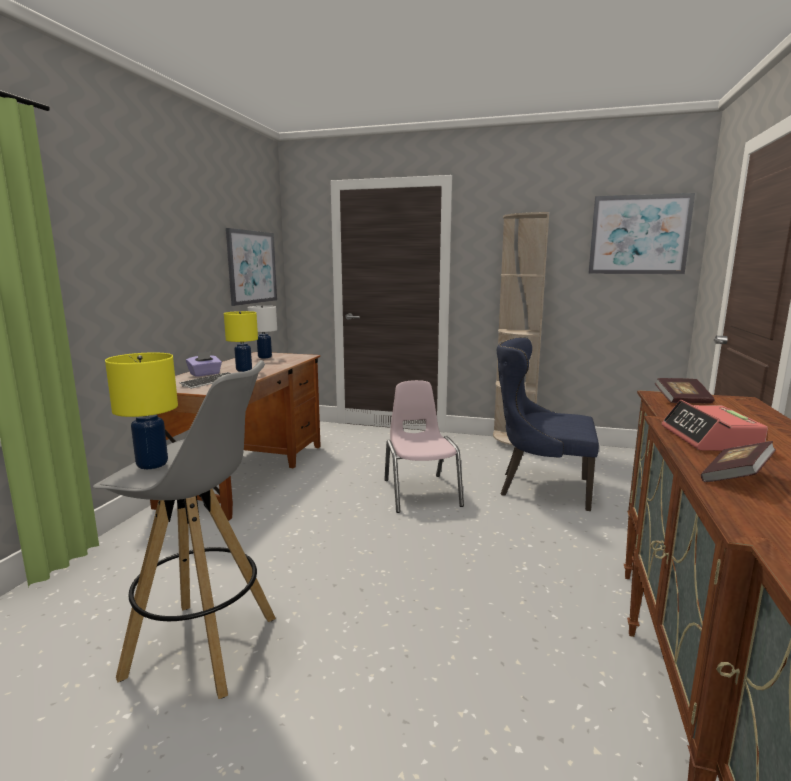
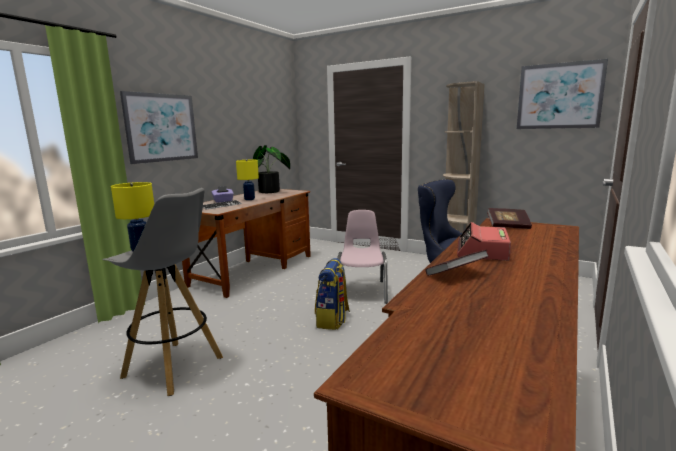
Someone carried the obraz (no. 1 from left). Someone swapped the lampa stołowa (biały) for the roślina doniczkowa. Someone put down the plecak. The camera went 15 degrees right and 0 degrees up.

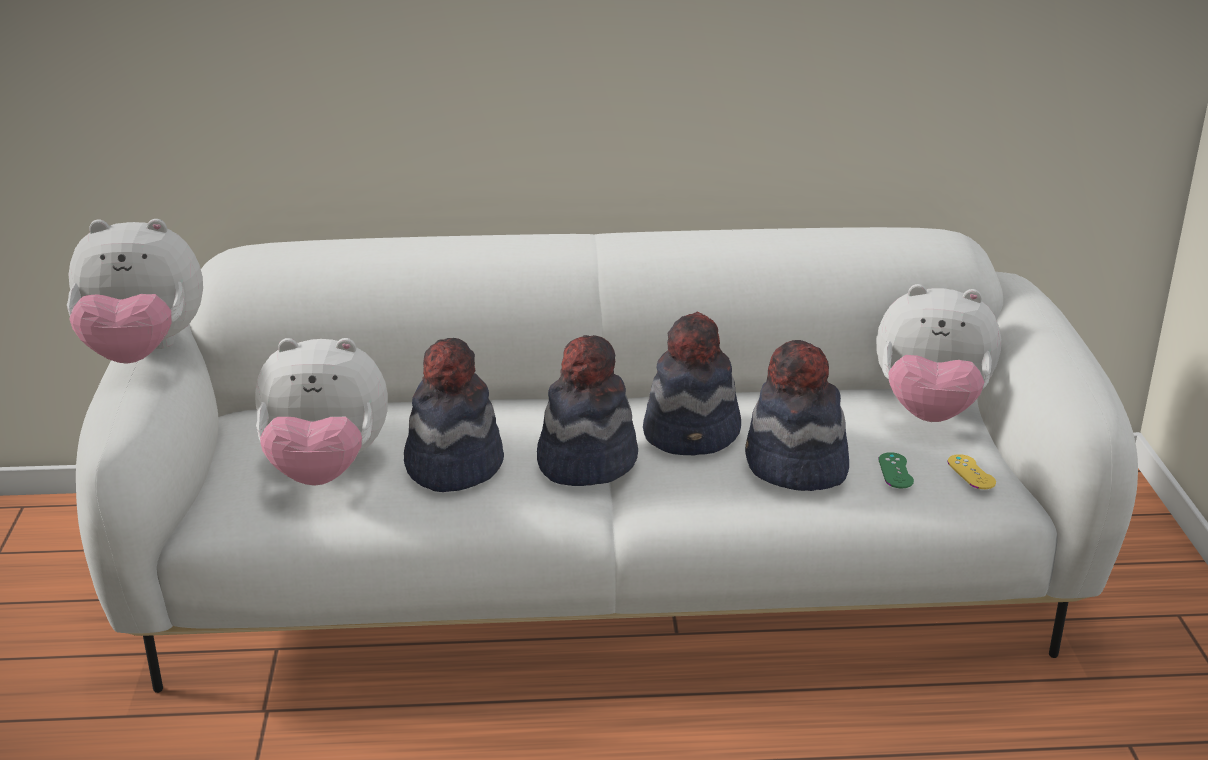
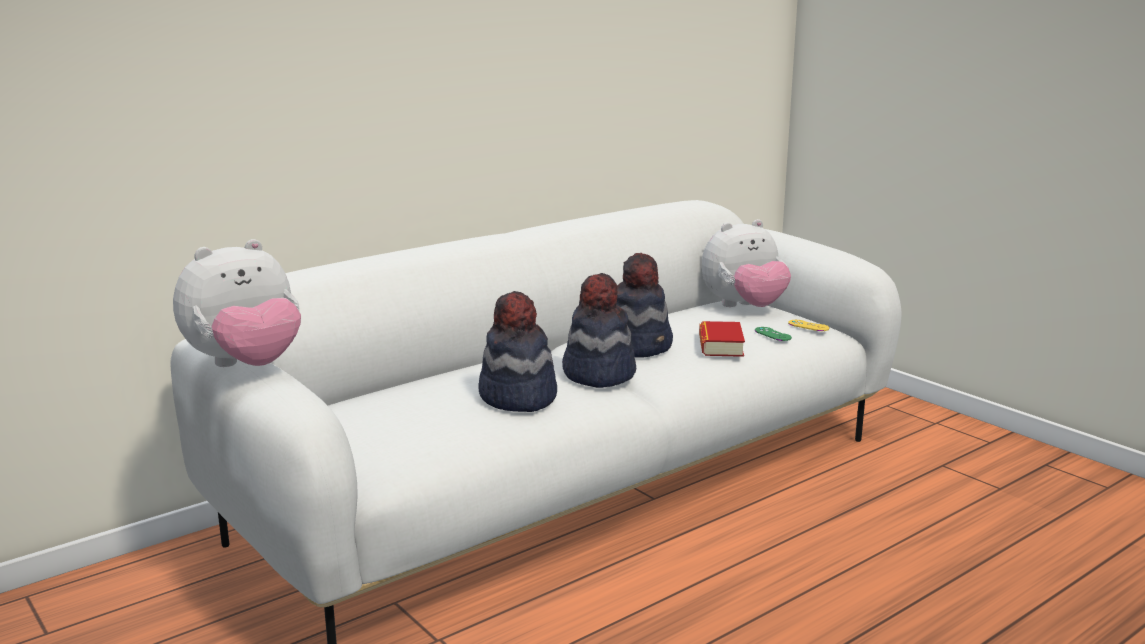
Someone swapped the kapelusz (no. 4 from left) for the książka. Someone took away the pluszak (no. 2 from left). The camera went 35 degrees left and 10 degrees down.

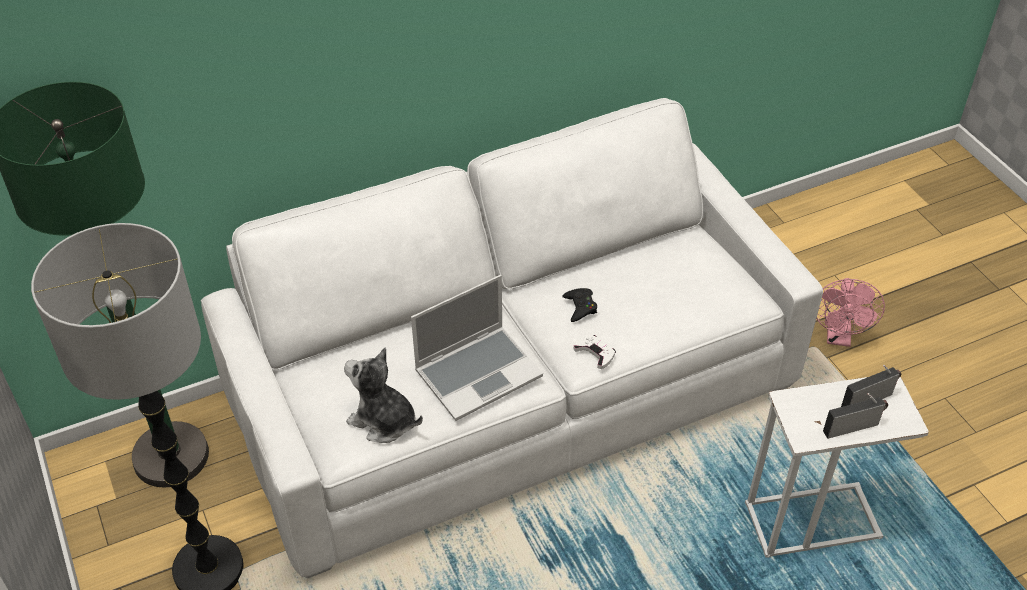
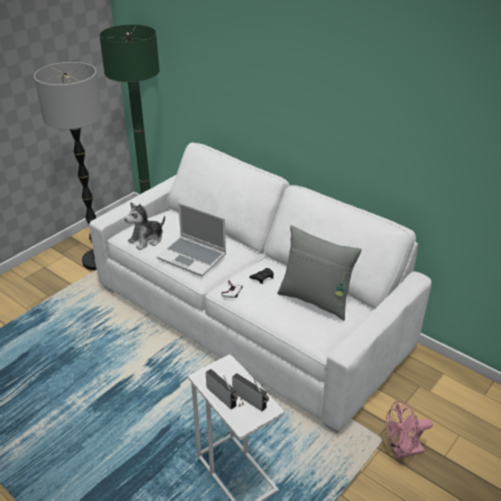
Someone rotated the pluszak by 135 degrees counterclockwise. Someone put down the poduszka (szary). The camera went 65 degrees right and 10 degrees down.

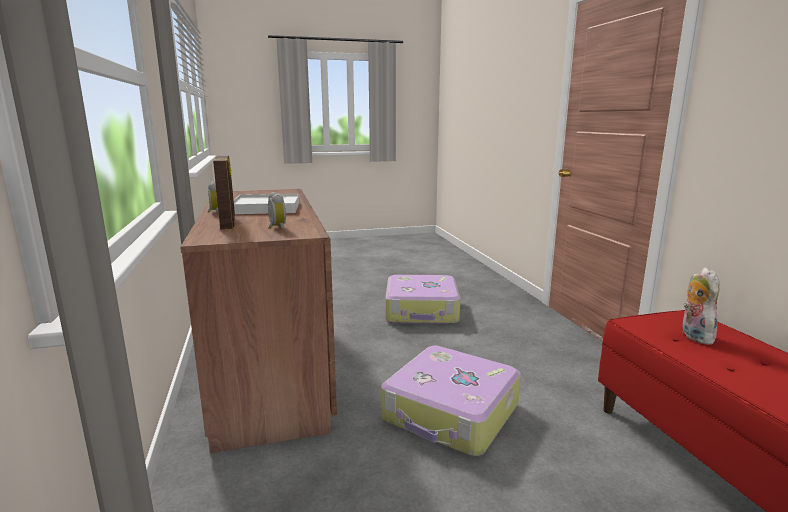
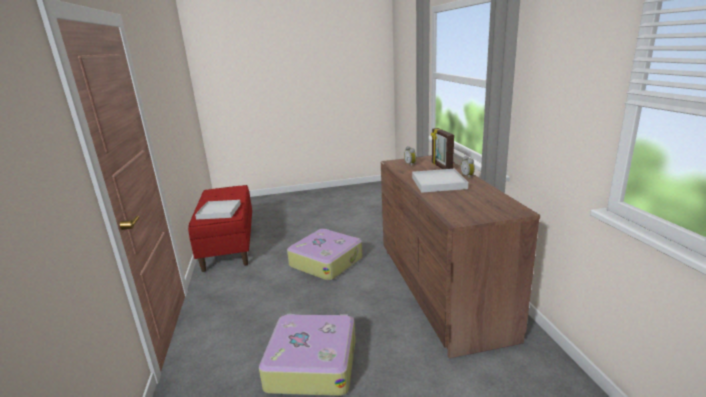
Someone swapped the pluszak for the taca (biały) (no. 1 from left). The camera went 175 degrees left and 5 degrees up.

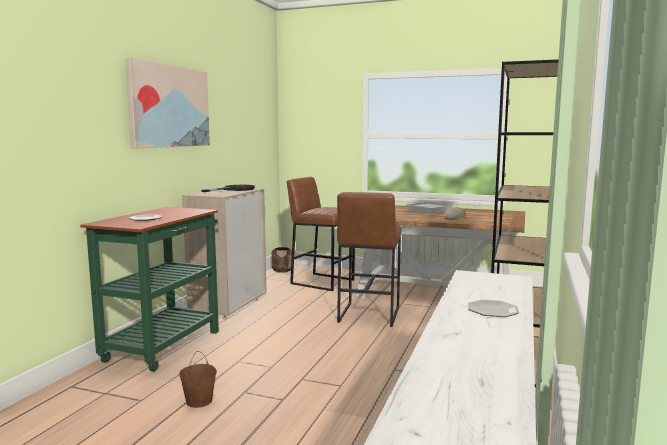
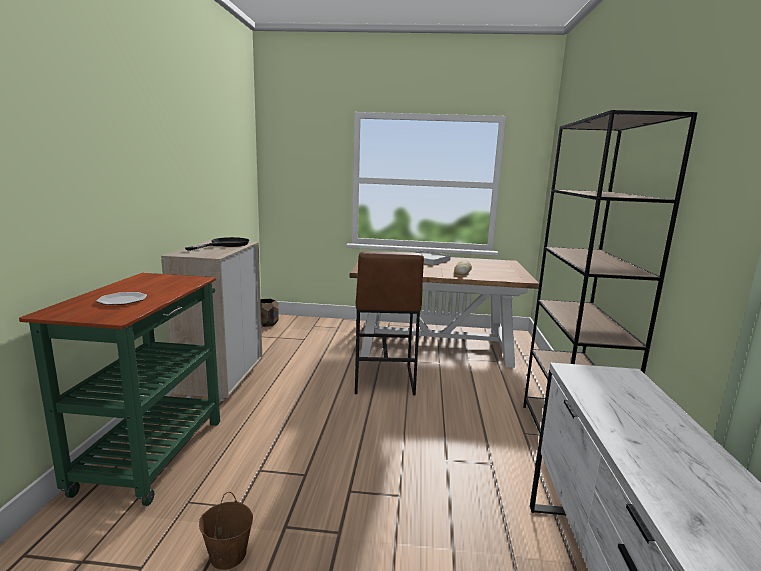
Someone took away the obraz. Someone took away the stołek (brązowy) (no. 1 from left). Someone took away the talerz (no. 2 from left). The camera went 15 degrees left and 5 degrees up.

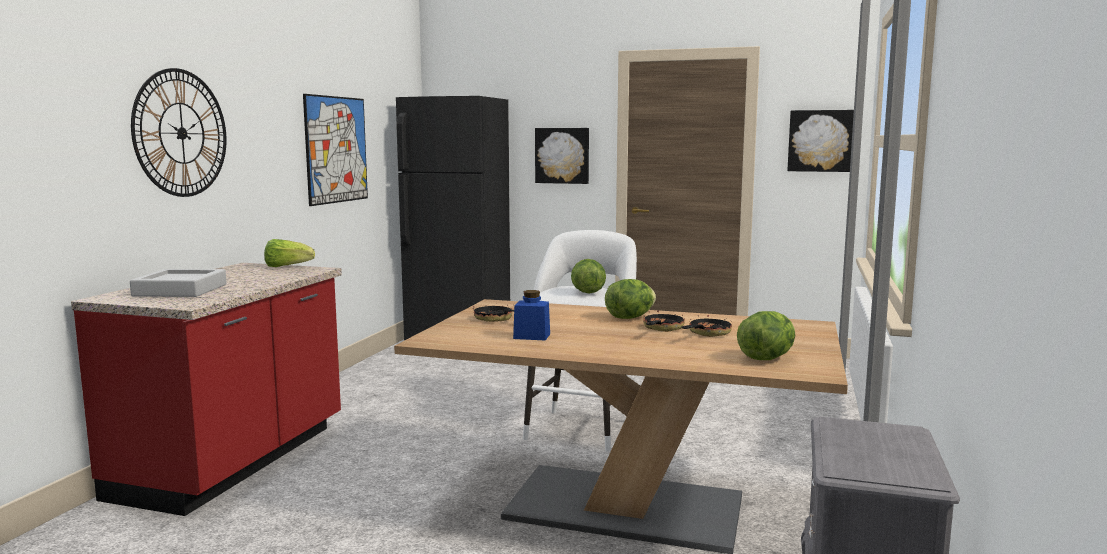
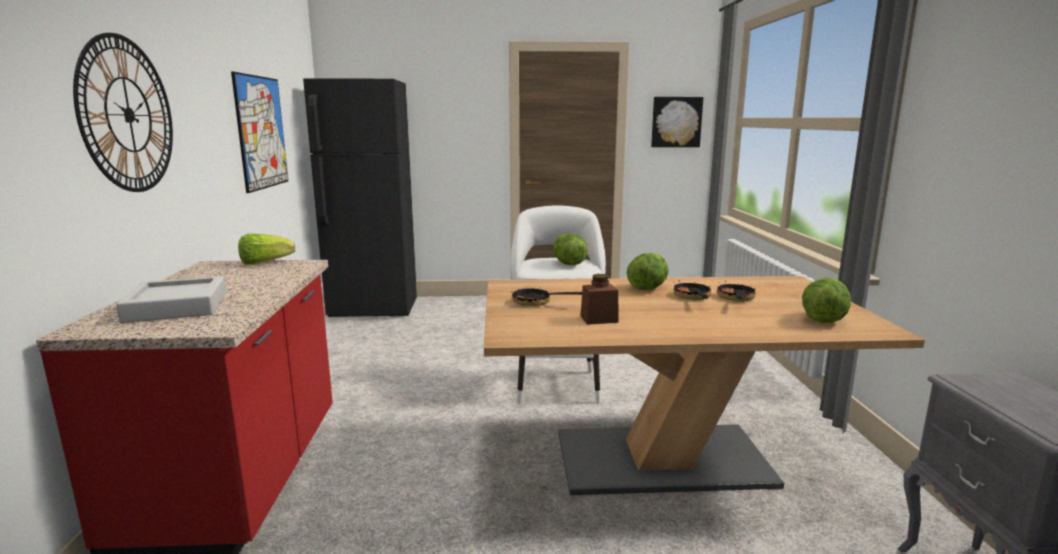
Someone repainted the słoik (niebieski), which became the słoik (brązowy). Someone took away the obraz (no. 2 from left). The camera went 20 degrees left and 5 degrees up.

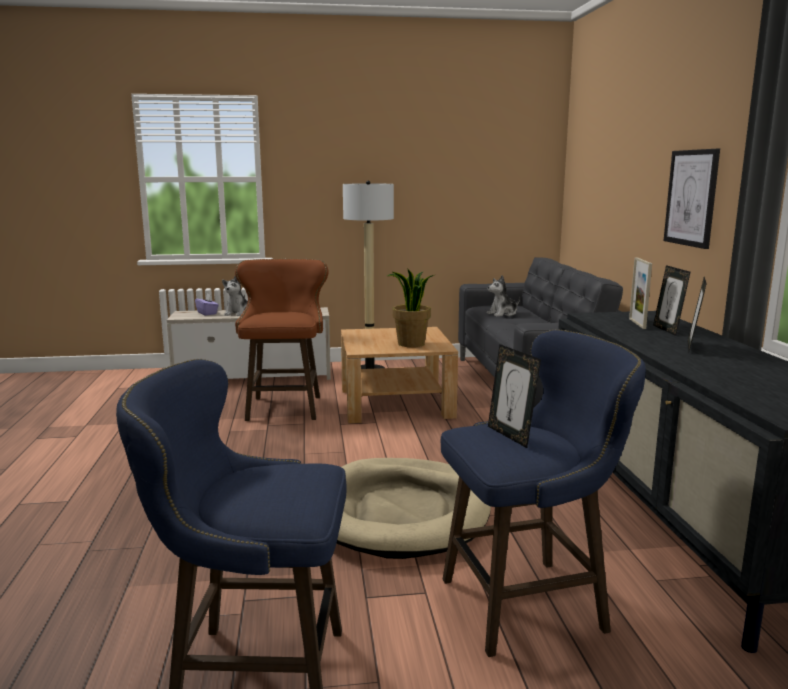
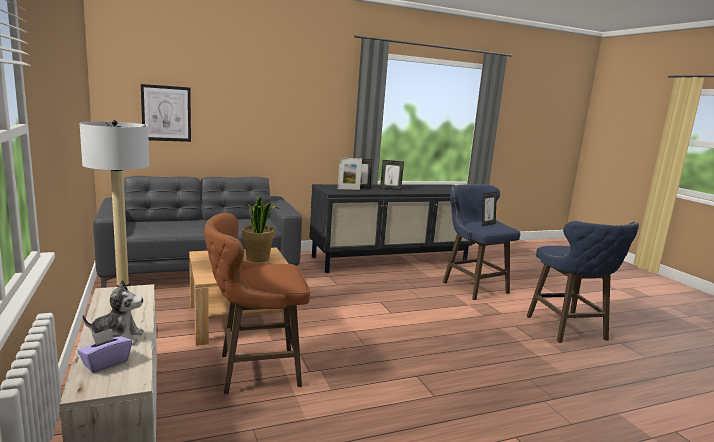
Someone carried the obraz. Someone took away the legowisko (beżowy). Someone took away the pluszak (no. 2 from left). The camera went 105 degrees left and 0 degrees up.

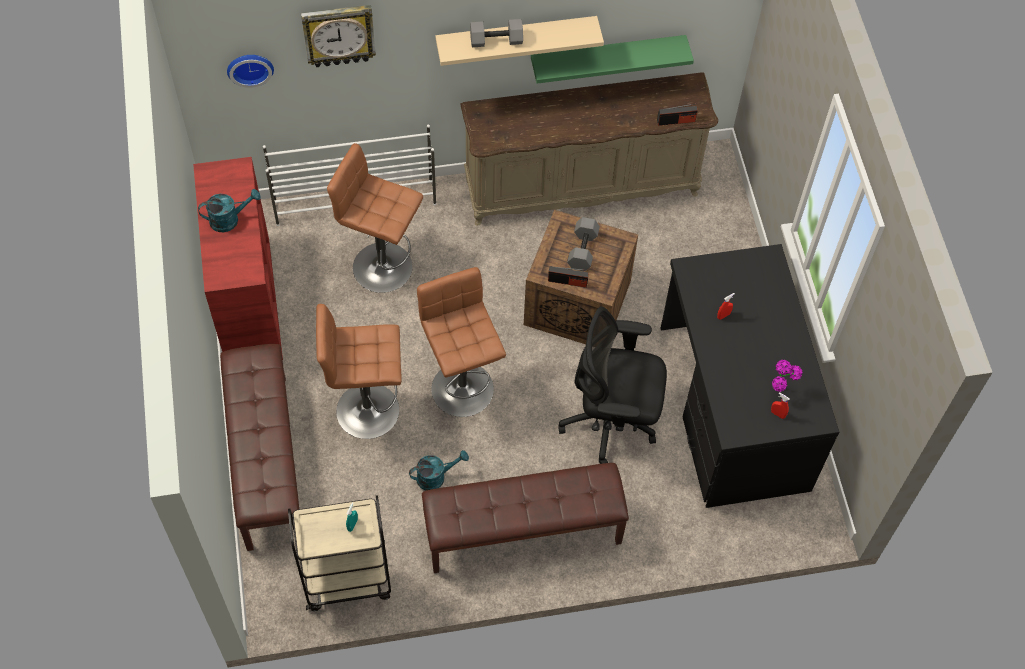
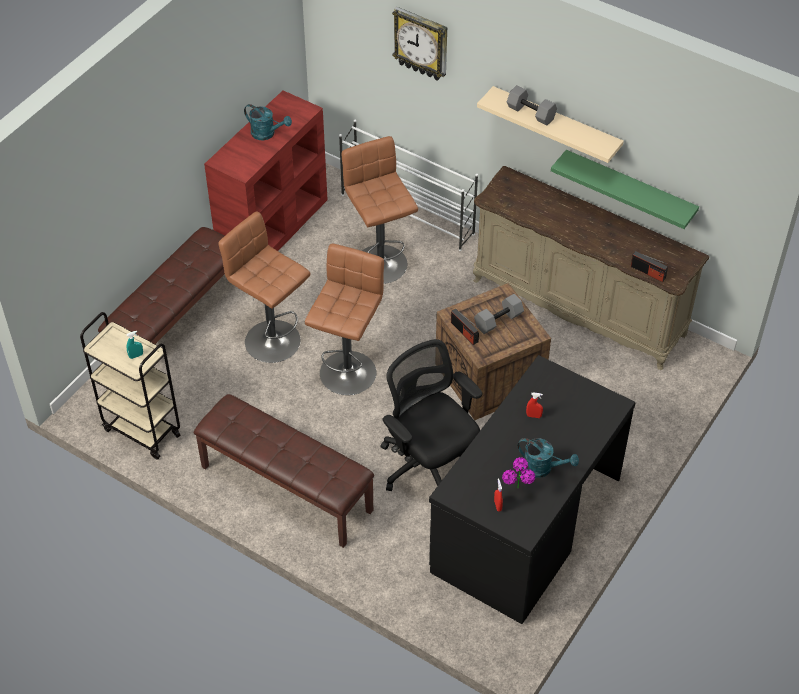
Someone carried the konewka (turkusowy) (no. 2 from left). Someone took away the zegar ścienny (no. 1 from left). The camera went 45 degrees right and 10 degrees down.

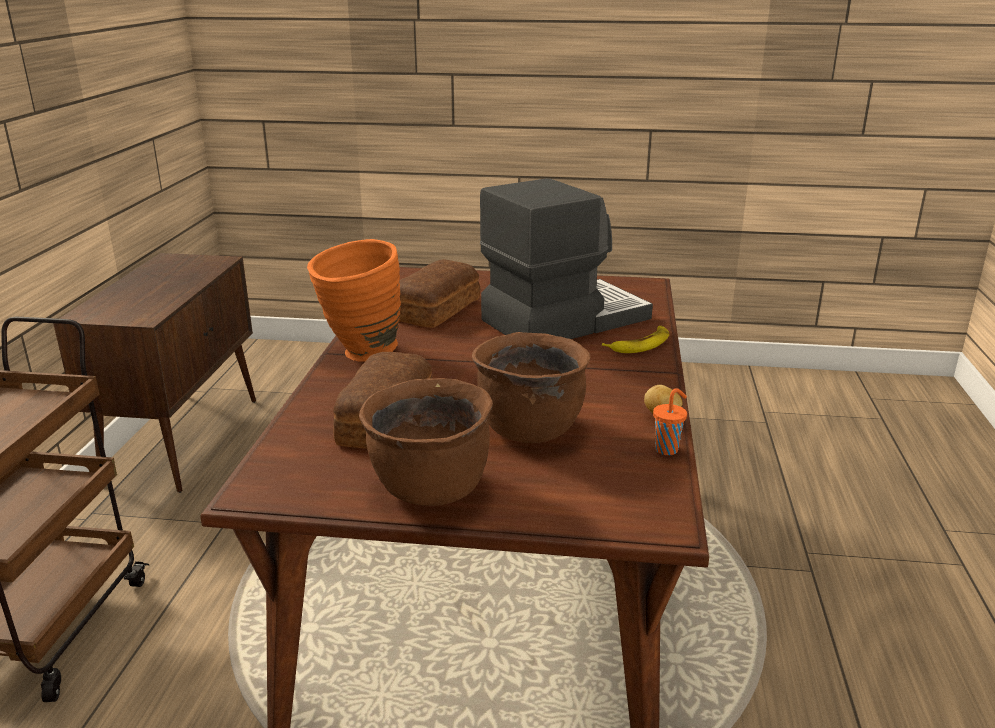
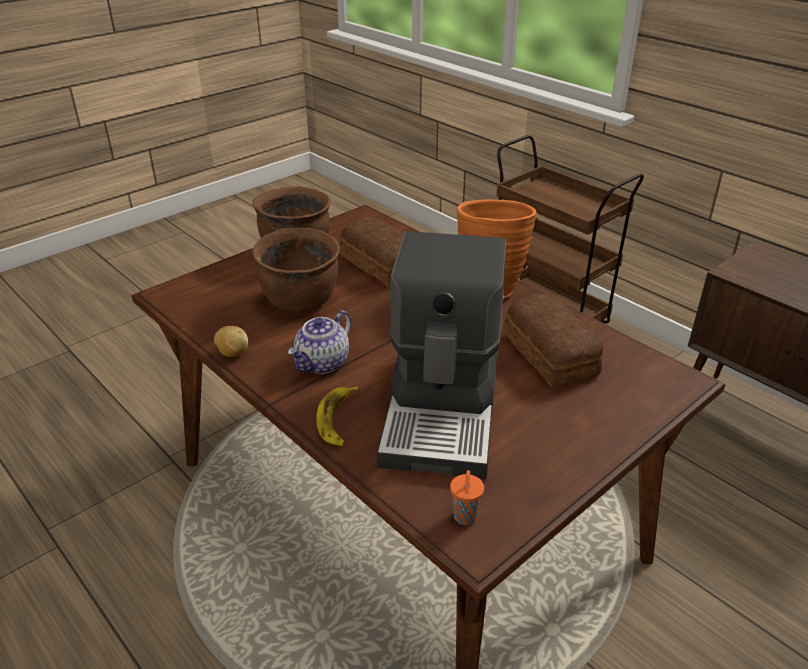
Someone put down the imbryk. Someone carried the filiżanka (pomarańczowy). The camera went 130 degrees right and 10 degrees up.

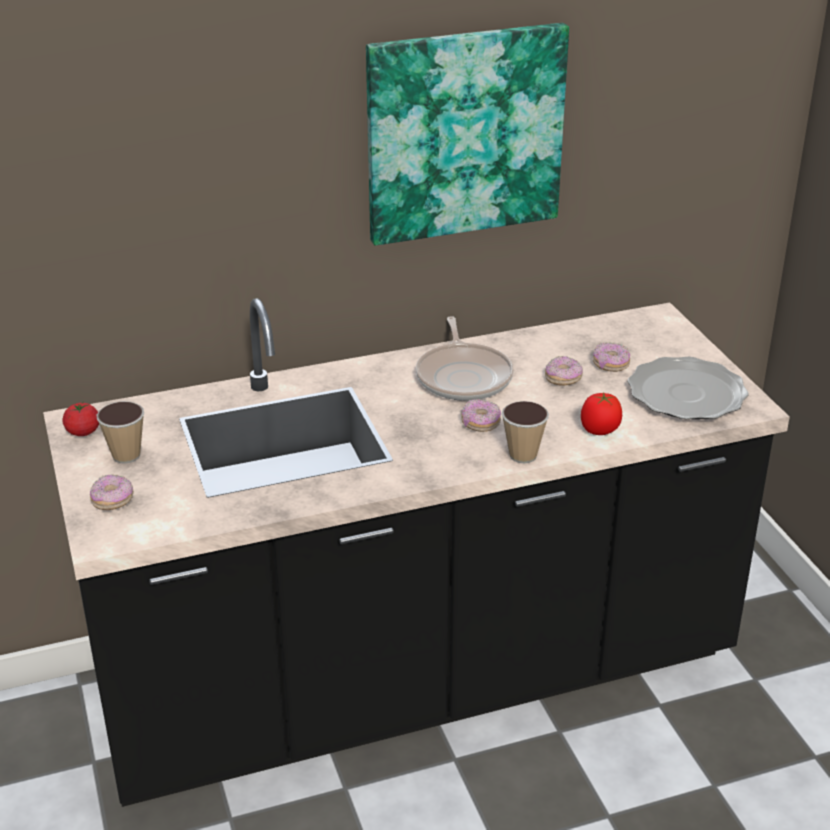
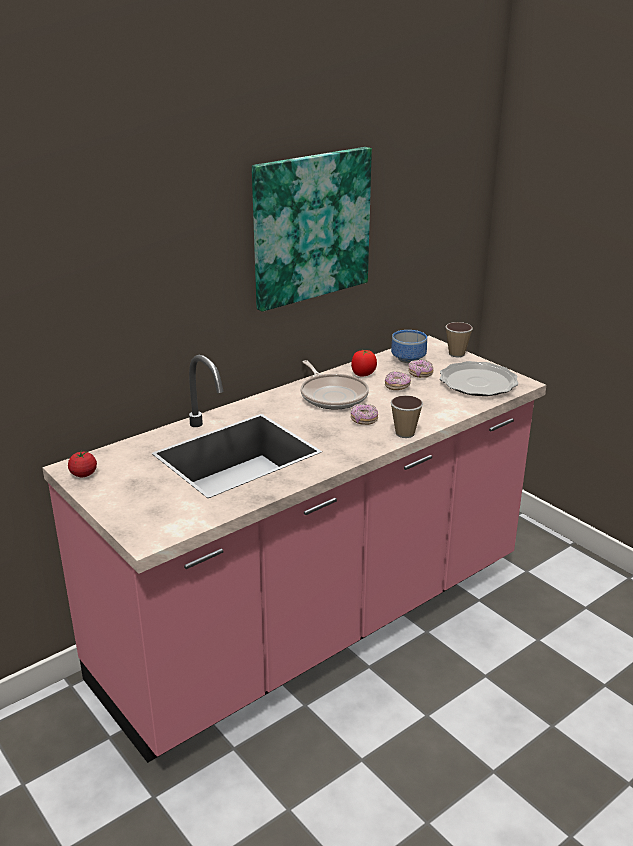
Someone repainted the zabudowa kuchenna (czarny), which became the zabudowa kuchenna (różowy). Someone carried the pomidor (no. 2 from left). Someone put down the miska. Someone carried the filiżanka (no. 1 from left in the first image). Someone took away the donut (no. 1 from left). The camera went 20 degrees left and 5 degrees down.

